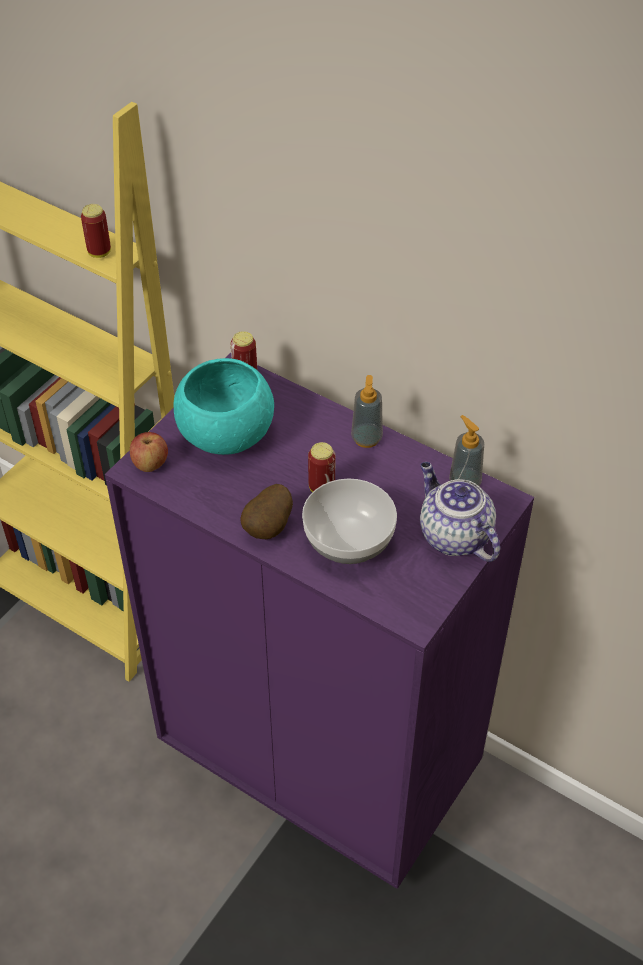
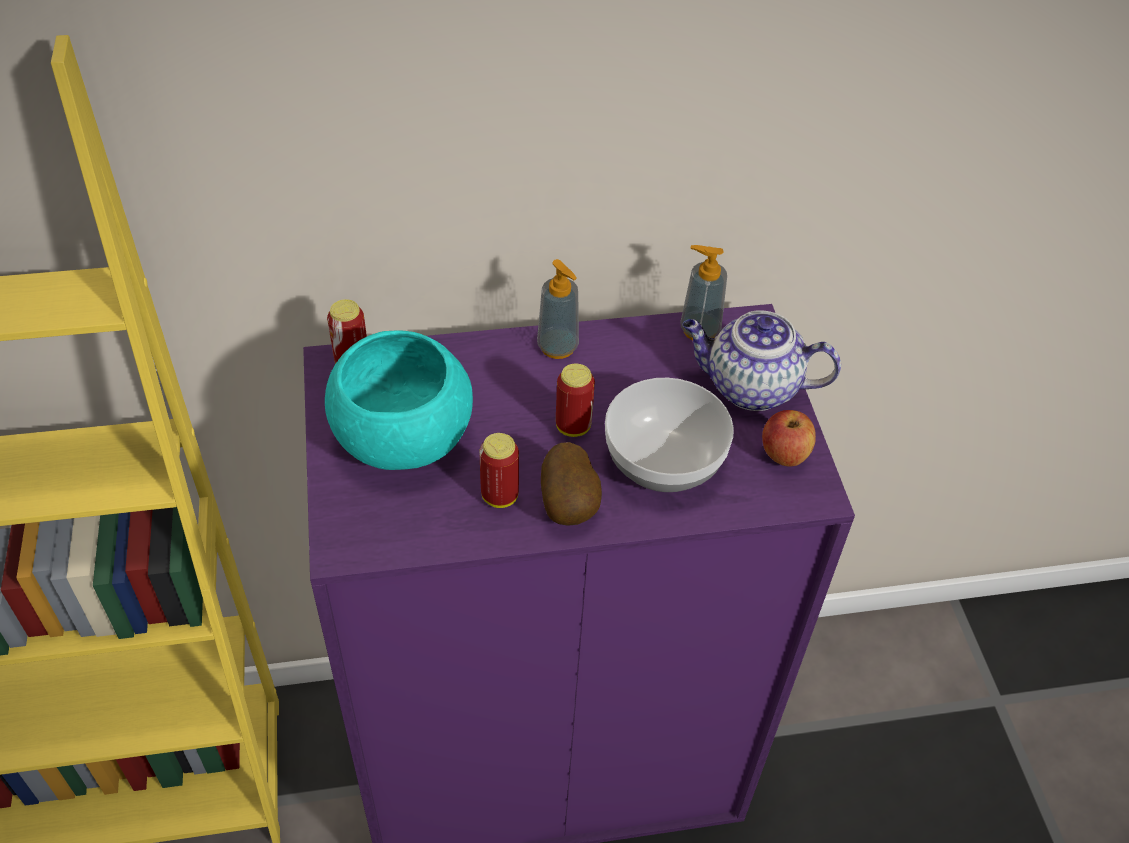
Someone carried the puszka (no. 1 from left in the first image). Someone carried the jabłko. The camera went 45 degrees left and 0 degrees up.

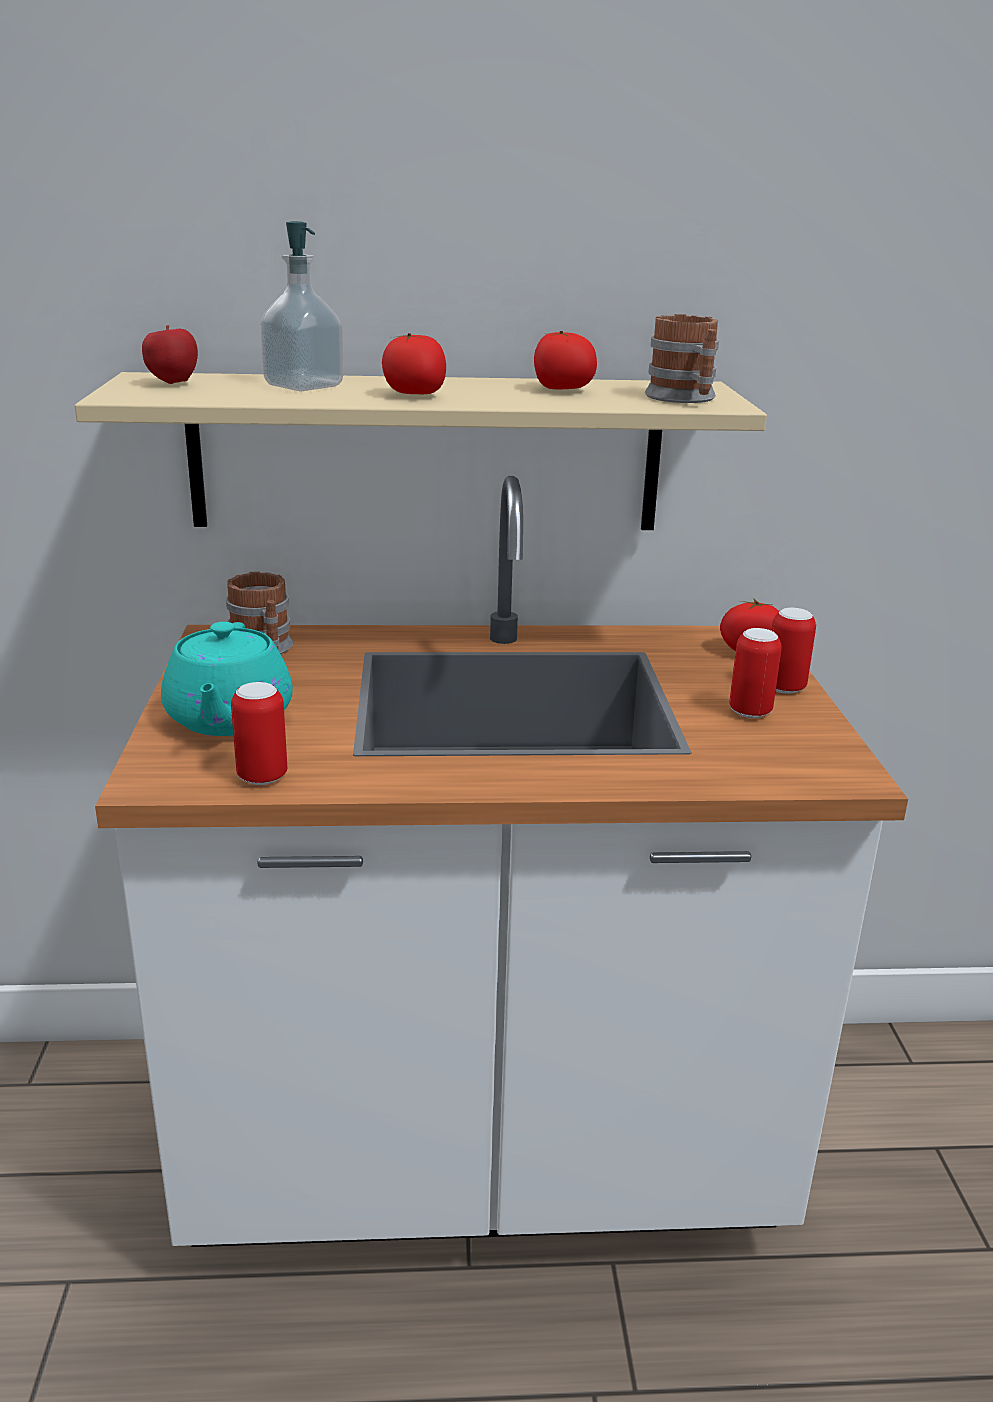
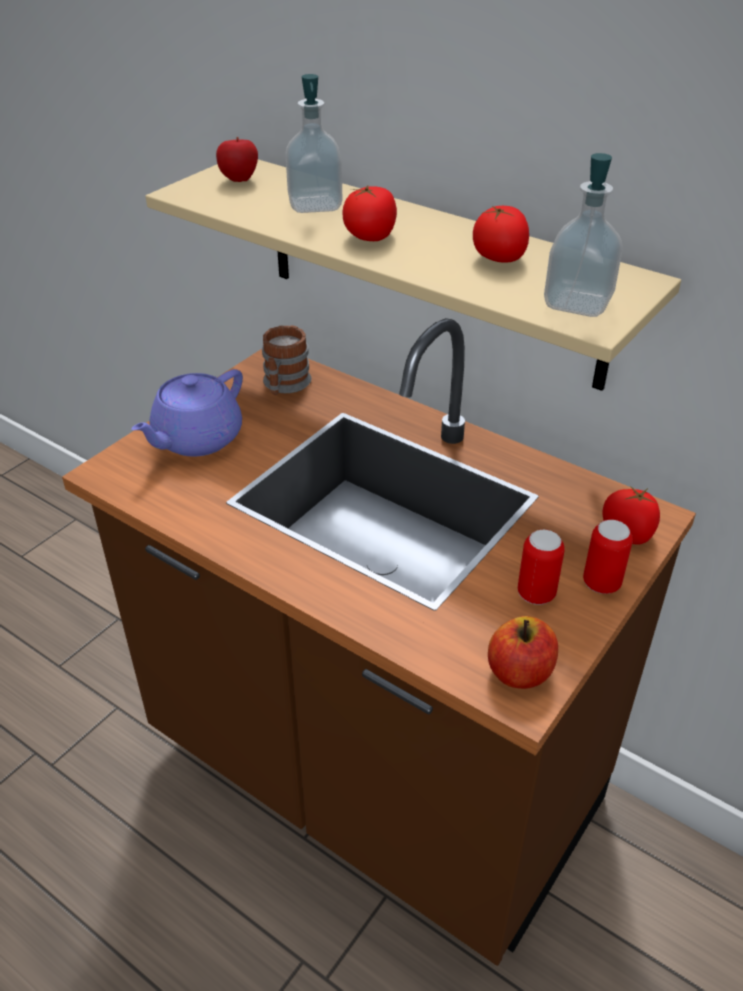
Someone repainted the zabudowa kuchenna (biały), which became the zabudowa kuchenna (brązowy). Someone repainted the imbryk (turkusowy), which became the imbryk (fioletowy). Someone put down the jabłko (no. 2 from left). Someone swapped the kubek (no. 2 from left) for the dozownik mydła (no. 2 from left). Someone took away the puszka (no. 1 from left). The camera went 40 degrees right and 15 degrees up.

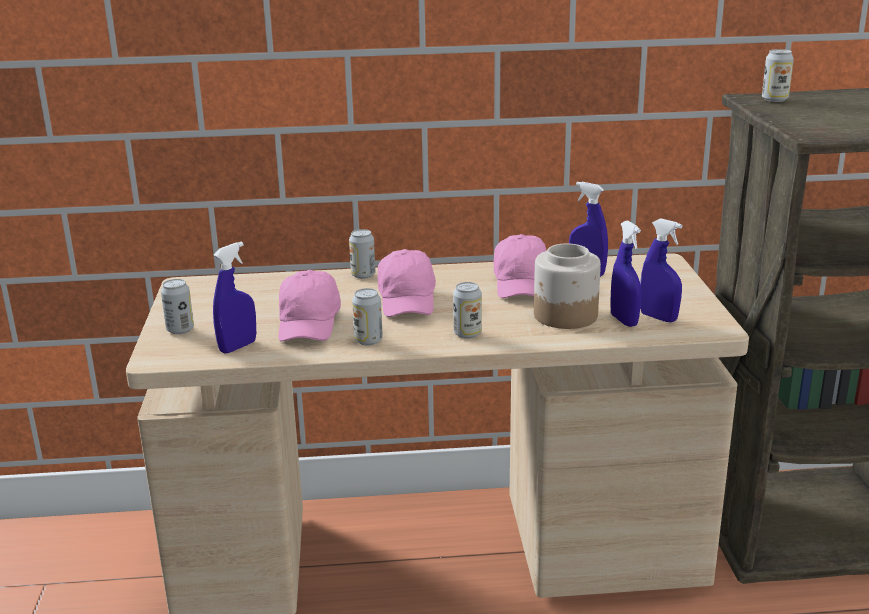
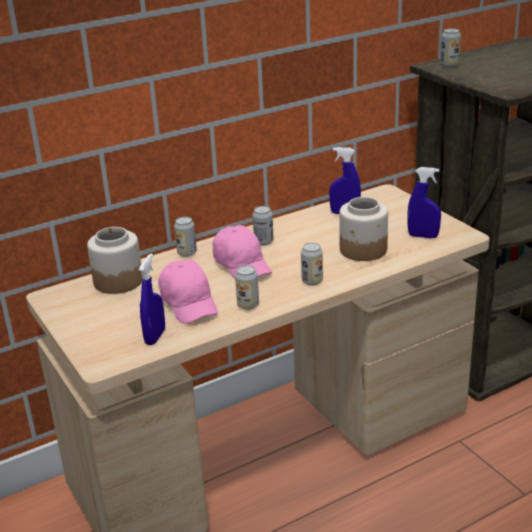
Someone put down the słoik (no. 1 from left). Someone carried the puszka (no. 1 from left in the first image). Someone took away the czapka z daszkiem (różowy) (no. 3 from left). Someone took away the spryskiwacz (niebieski) (no. 3 from left). The camera went 25 degrees left and 5 degrees up.

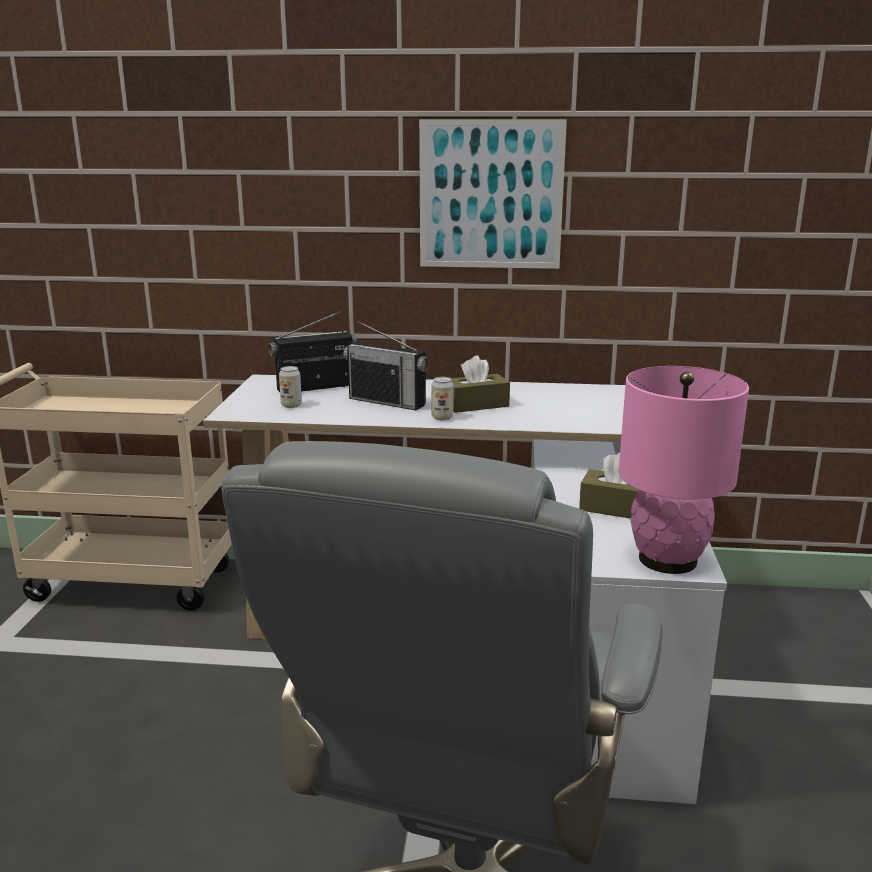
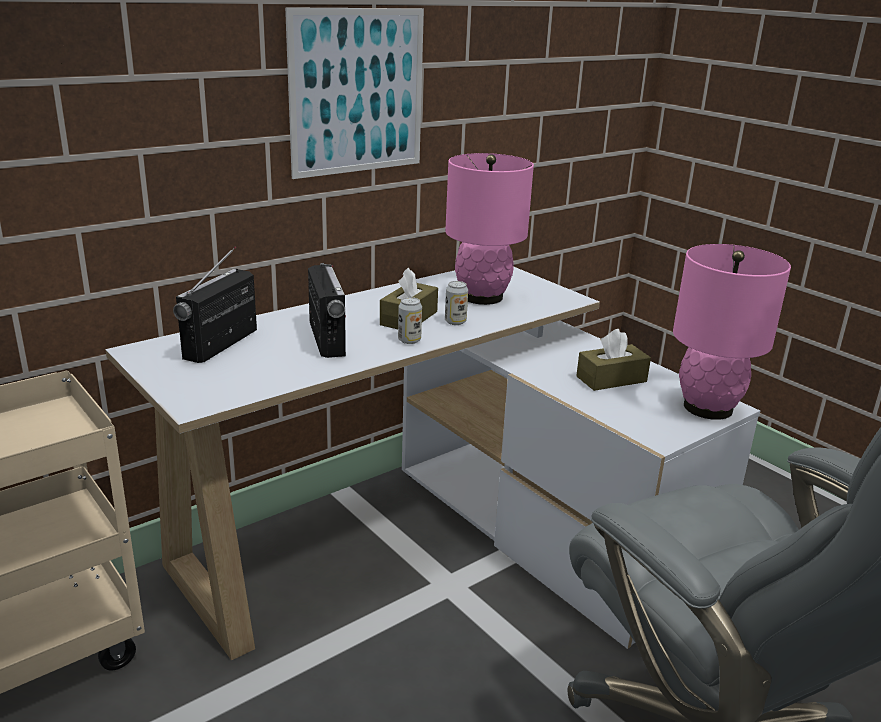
Someone rotated the radio (no. 2 from left) by 90 degrees counterclockwise. Someone put down the lampa stołowa (różowy) (no. 1 from left). Someone carried the puszka (no. 1 from left in the first image). The camera went 45 degrees left and 5 degrees up.

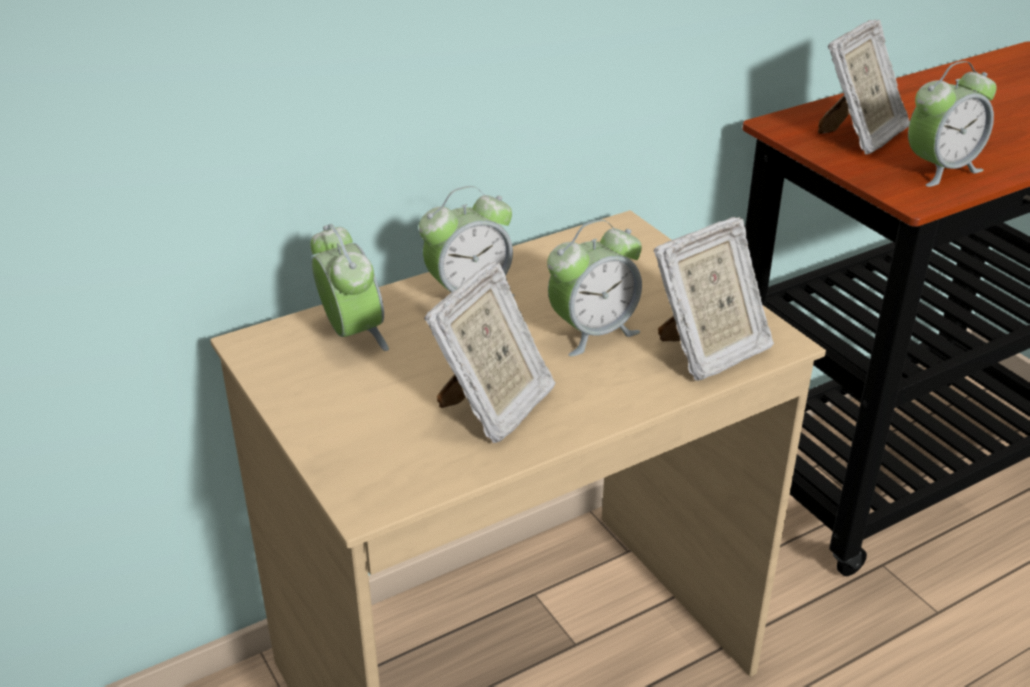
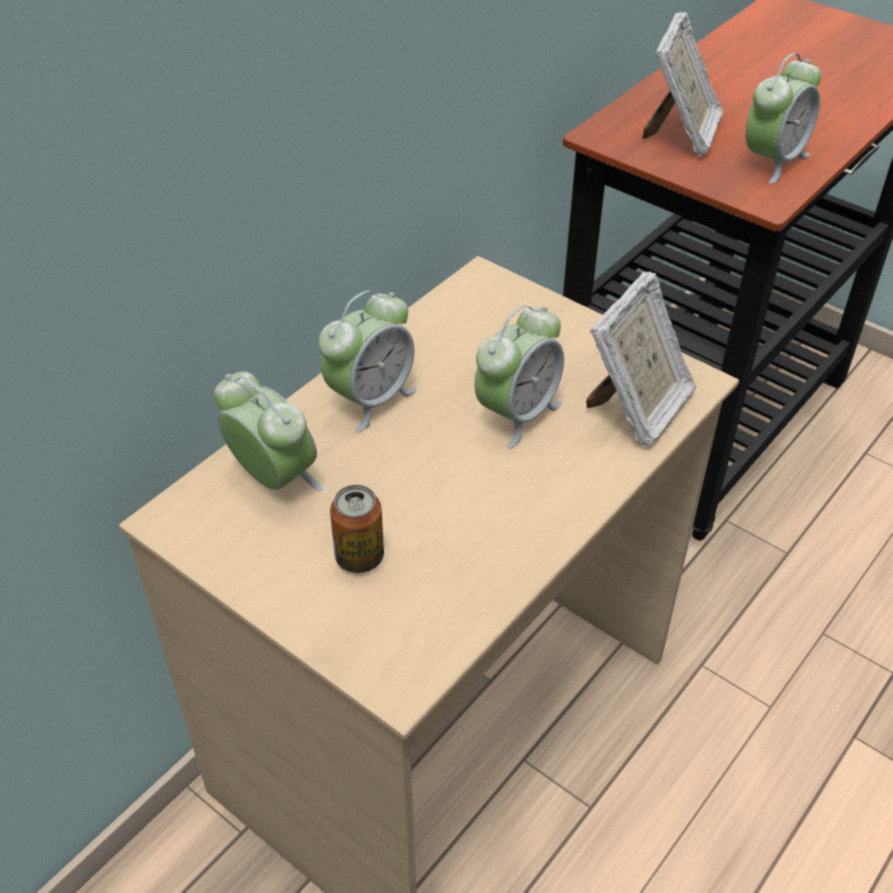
Someone put down the puszka. Someone took away the ramka na zdjęcie (no. 1 from left). The camera went 20 degrees left and 10 degrees up.

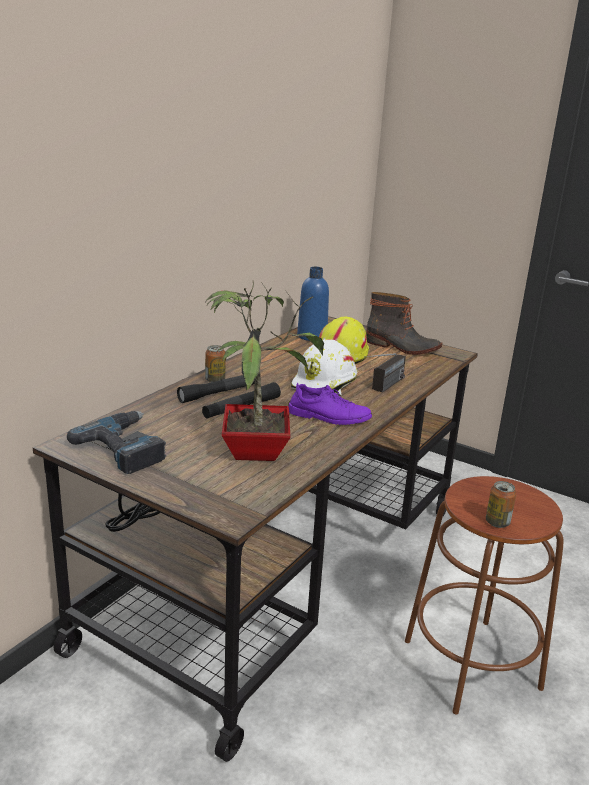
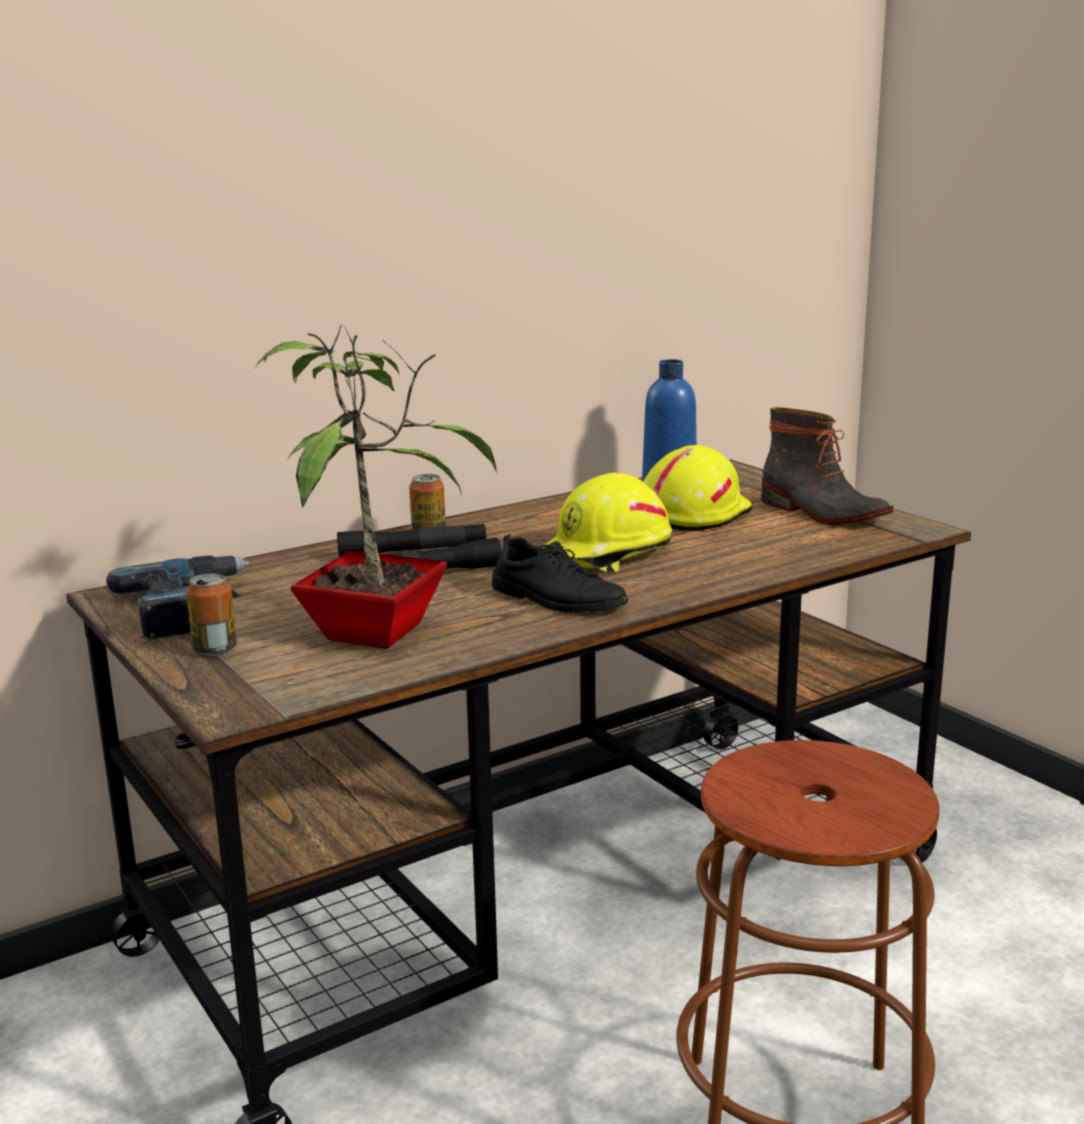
Someone carried the puszka (no. 2 from left in the first image). Someone repainted the but (fioletowy), which became the but (czarny). Someone repainted the kask (biały), which became the kask (żółty) (no. 1 from left). Someone took away the radio. The camera went 25 degrees right and 5 degrees down.

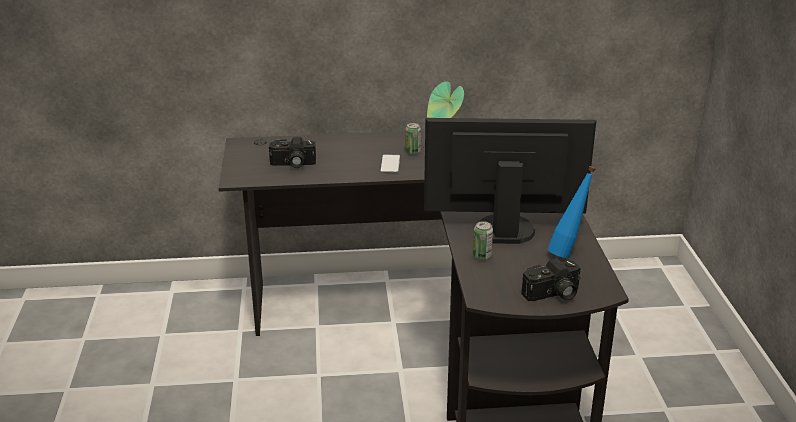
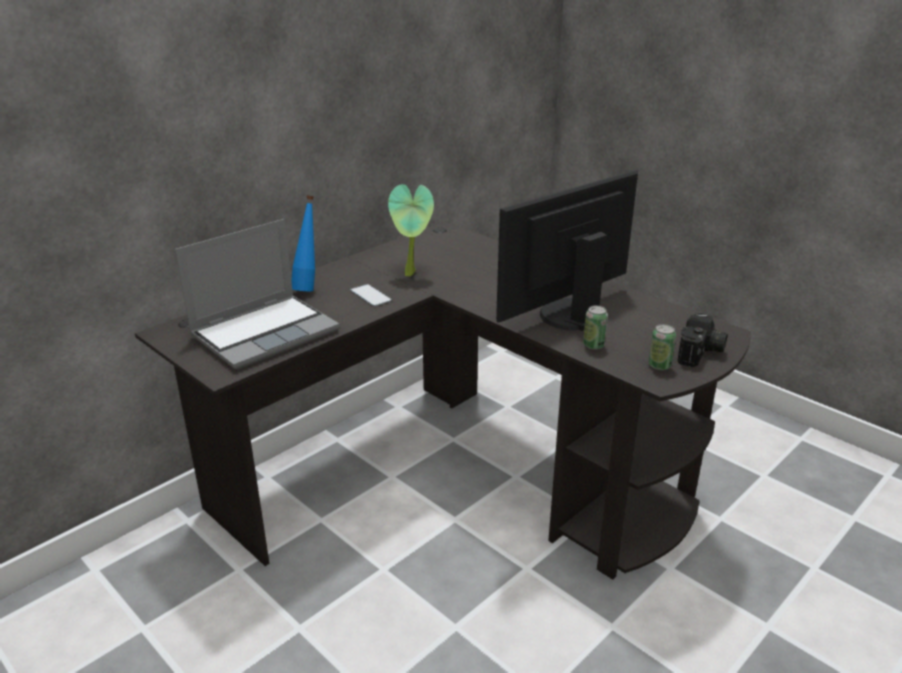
Someone swapped the aparat fotograficzny (no. 1 from left) for the laptop. Someone carried the butelka (niebieski). Someone carried the puszka (no. 1 from left in the first image). The camera went 40 degrees left and 0 degrees up.

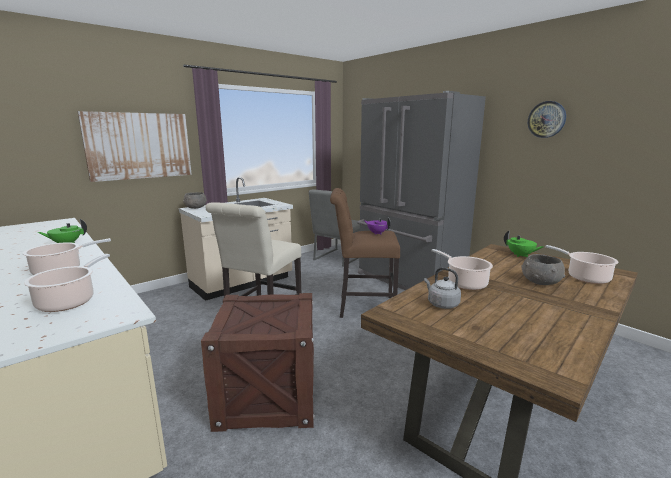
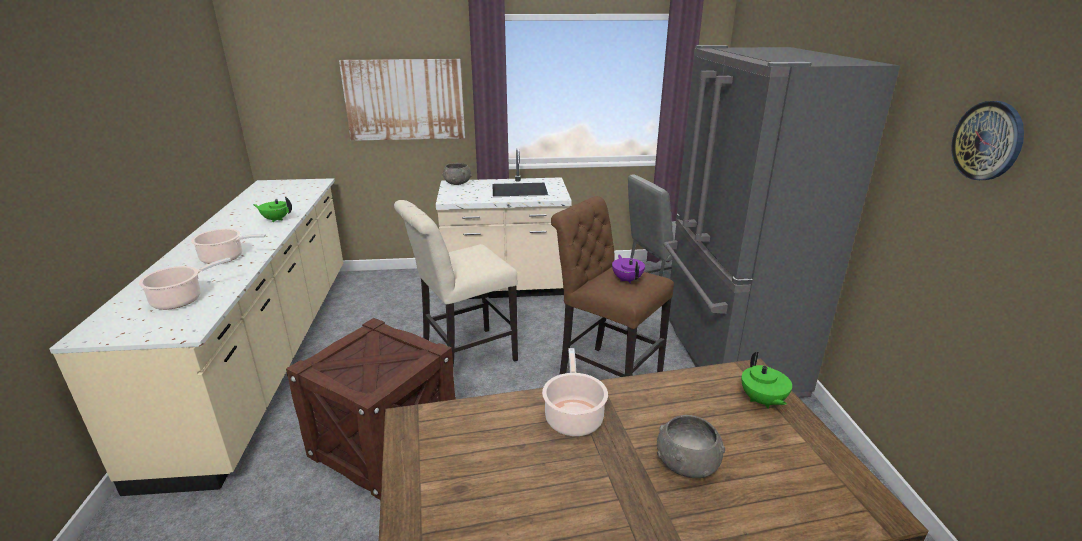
Someone took away the czajnik (szary). Someone took away the garnek (no. 4 from left). The camera went 35 degrees right and 10 degrees up.

